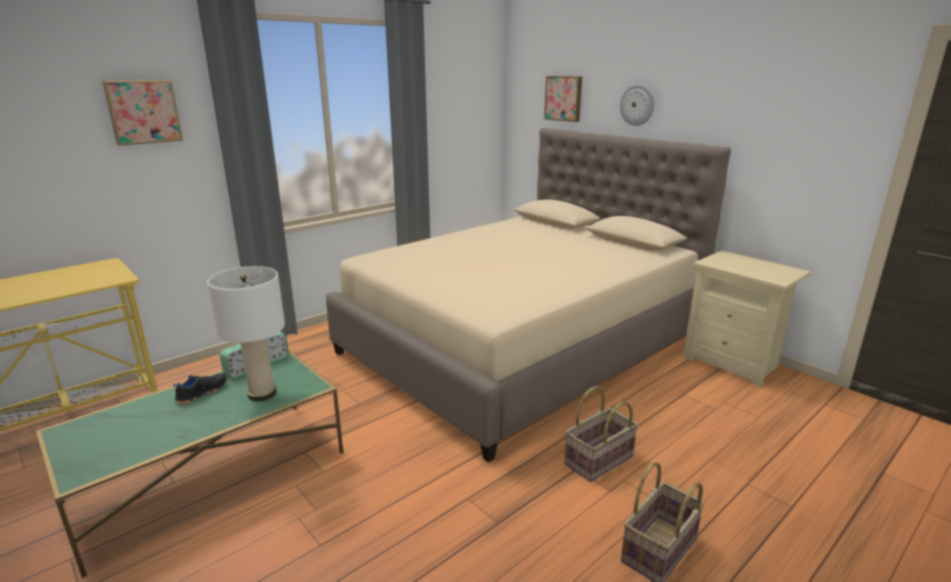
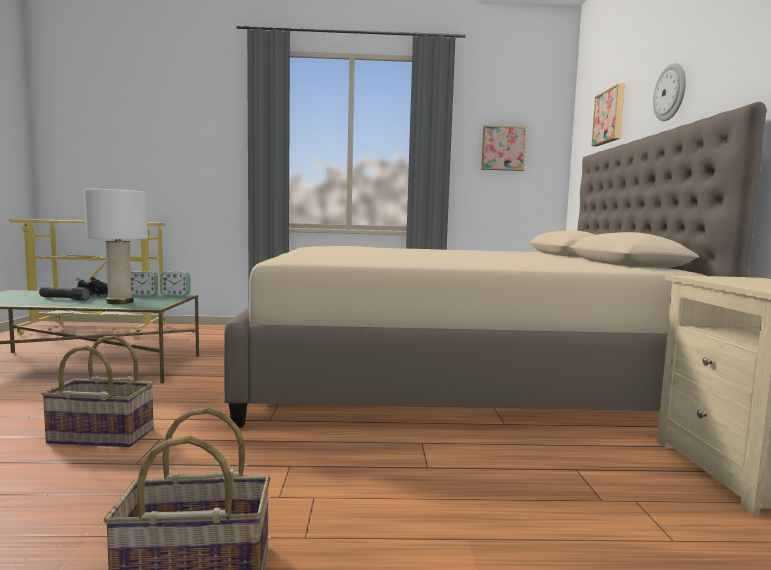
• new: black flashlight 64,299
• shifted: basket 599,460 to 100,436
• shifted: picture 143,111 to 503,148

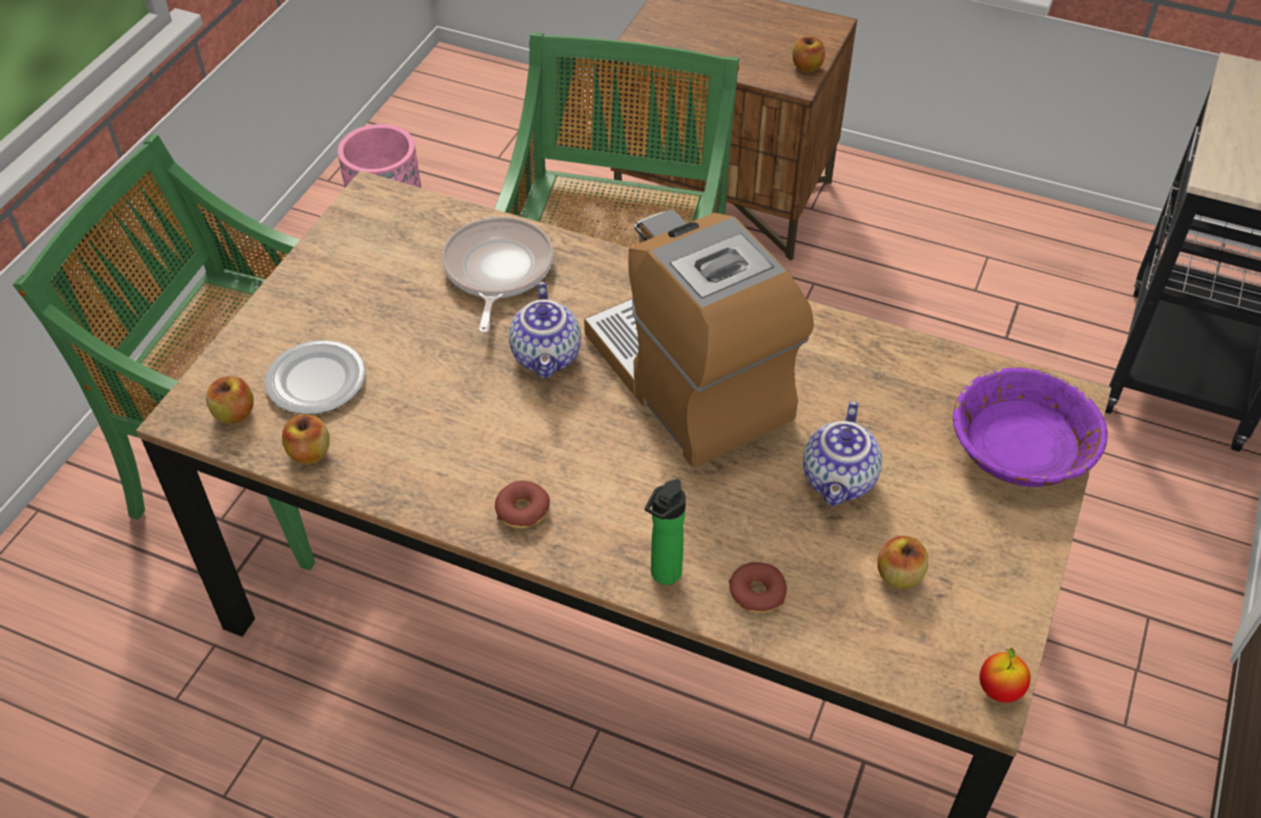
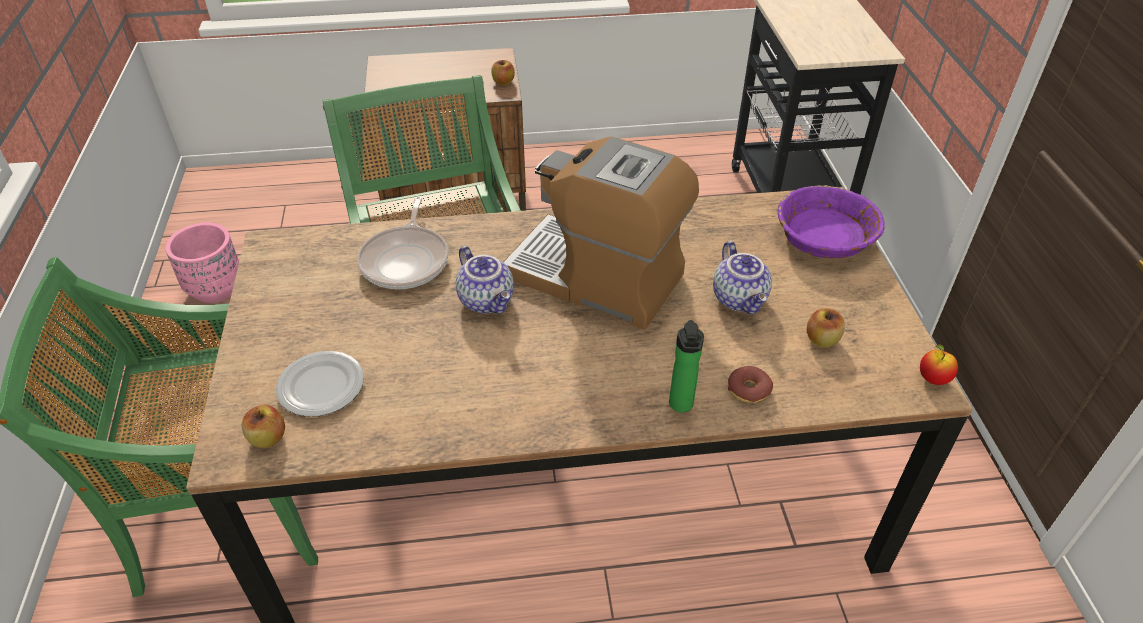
• rotated: frying pan 497,271 = 406,260 150 degrees counterclockwise
• gone: apple 310,453
• gone: donut 522,510

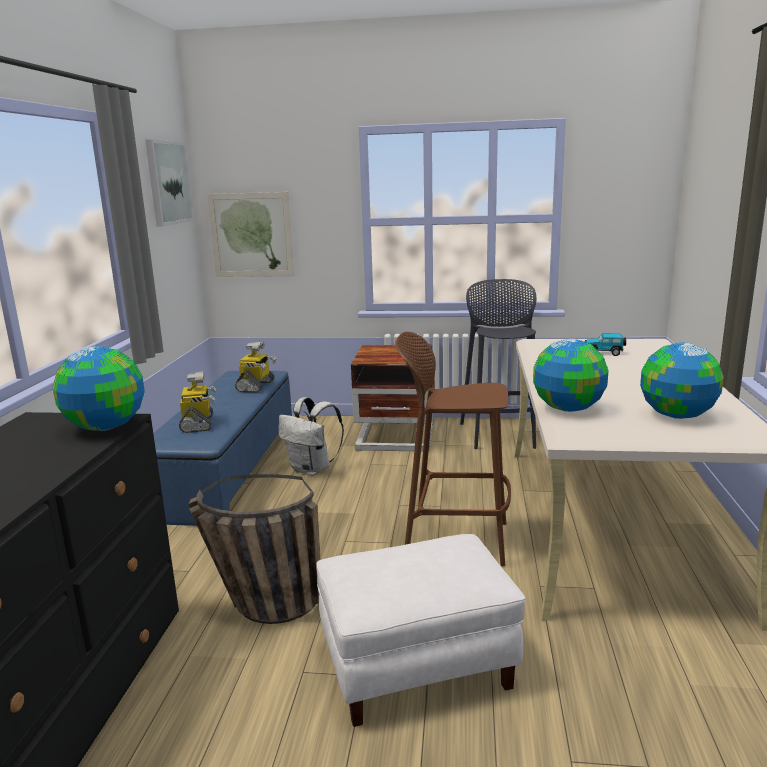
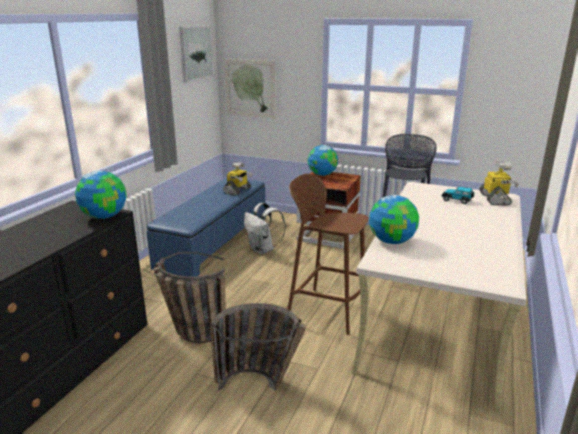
• swapped: white ottoman 416,666 to basket 260,384
• shifted: globe 676,415 to 322,174
• shifted: toy robot 198,424 to 495,199

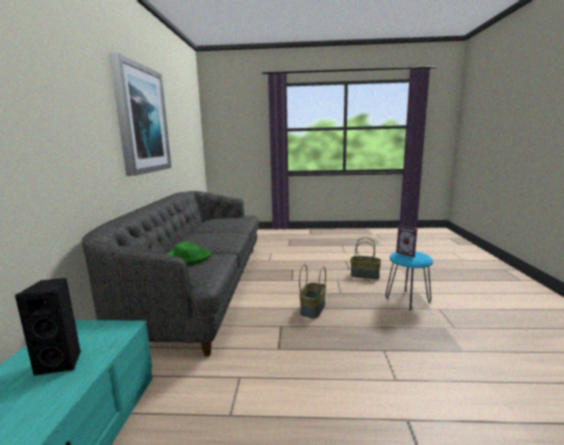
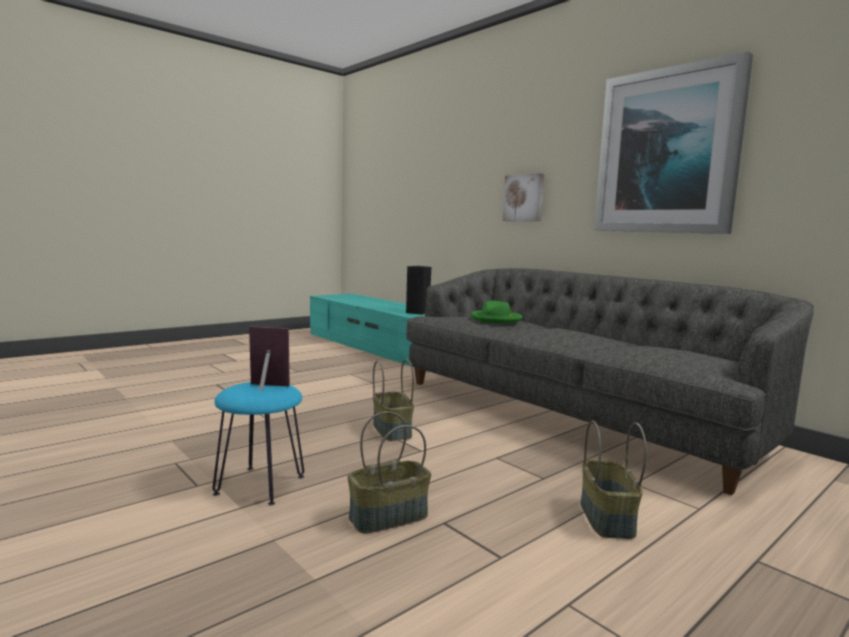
• new: picture 524,198
• new: basket 605,518

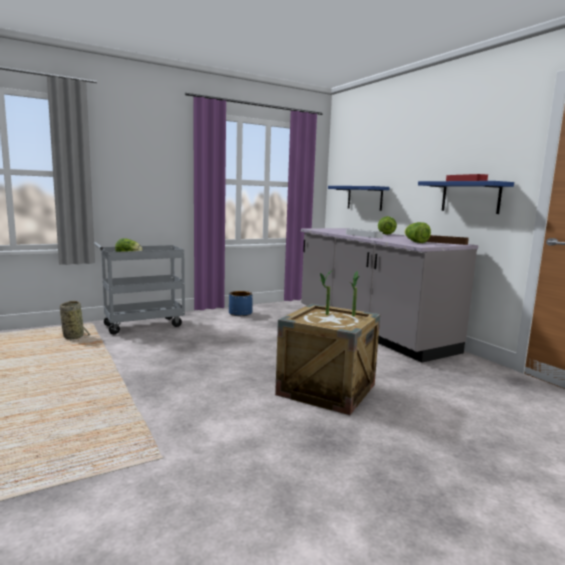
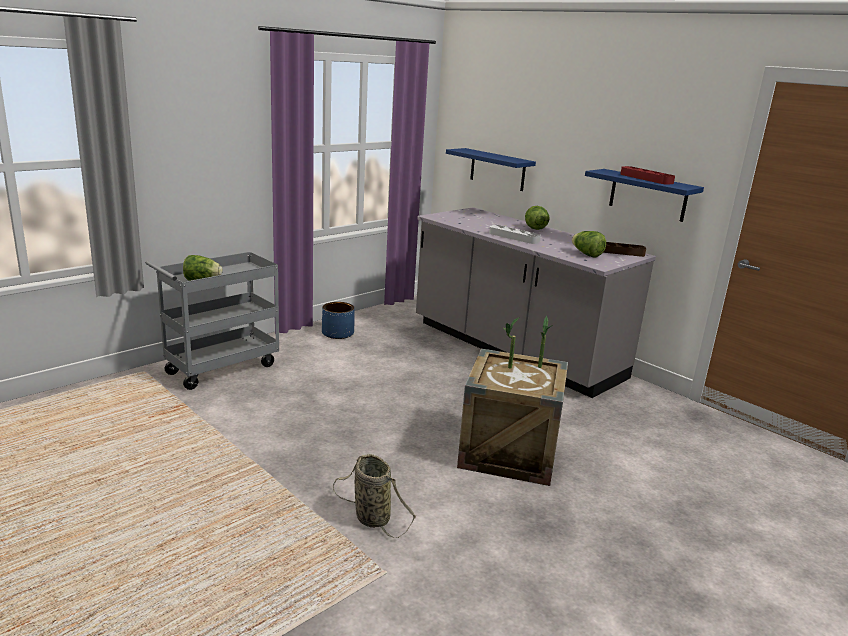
• shifted: basket 73,336 to 370,516

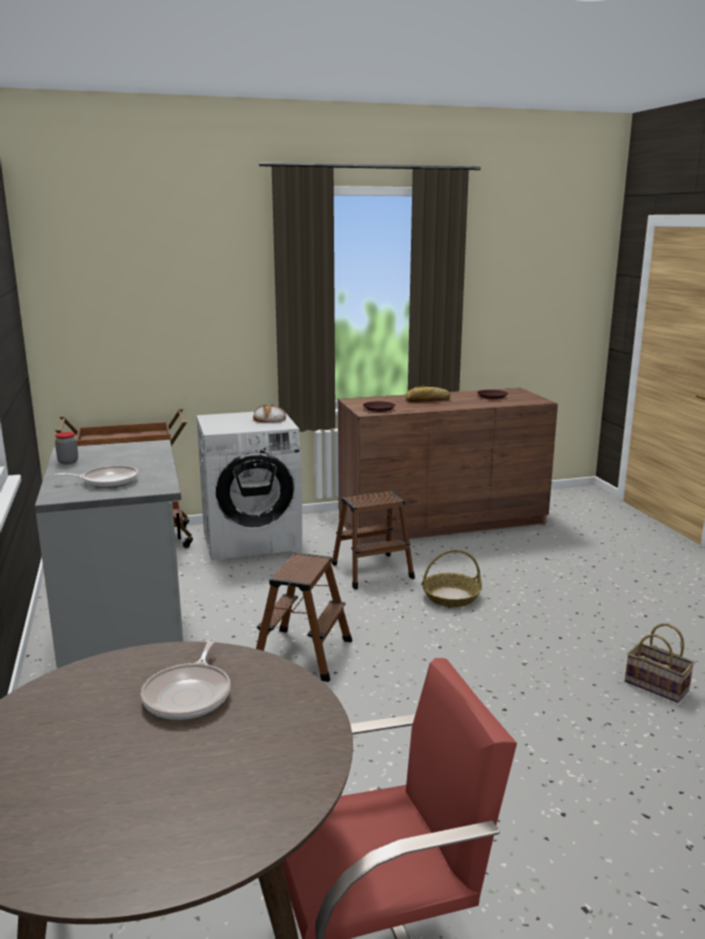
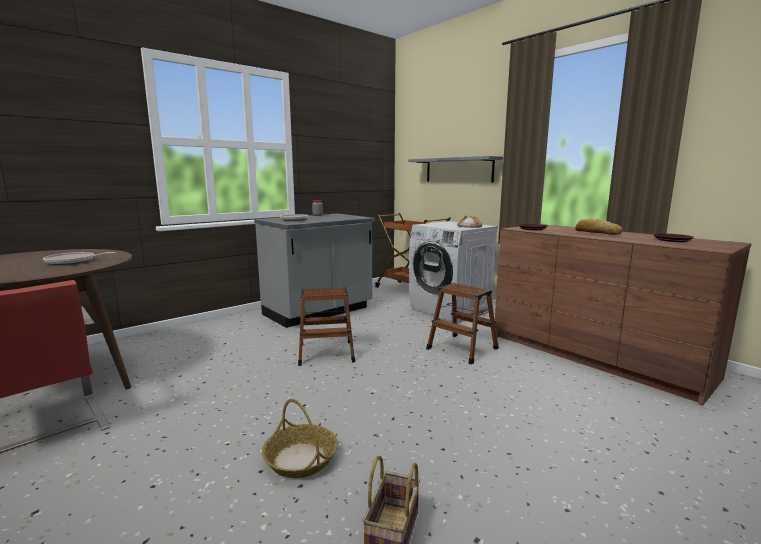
• shifted: basket 451,596 to 301,459
• new: grey shelf 458,170

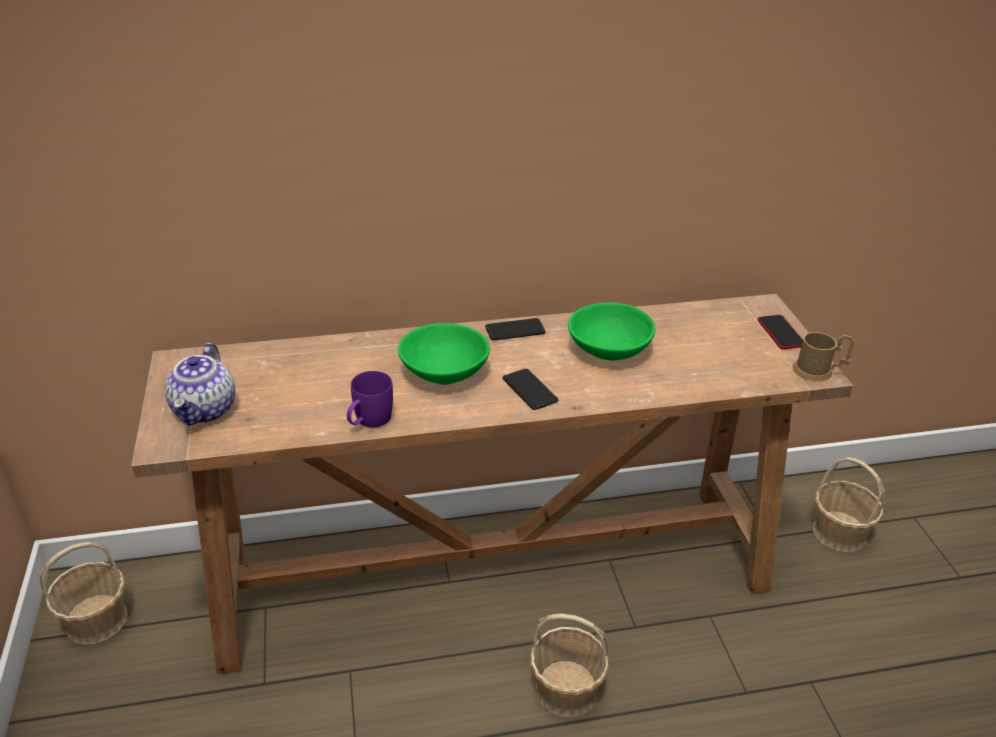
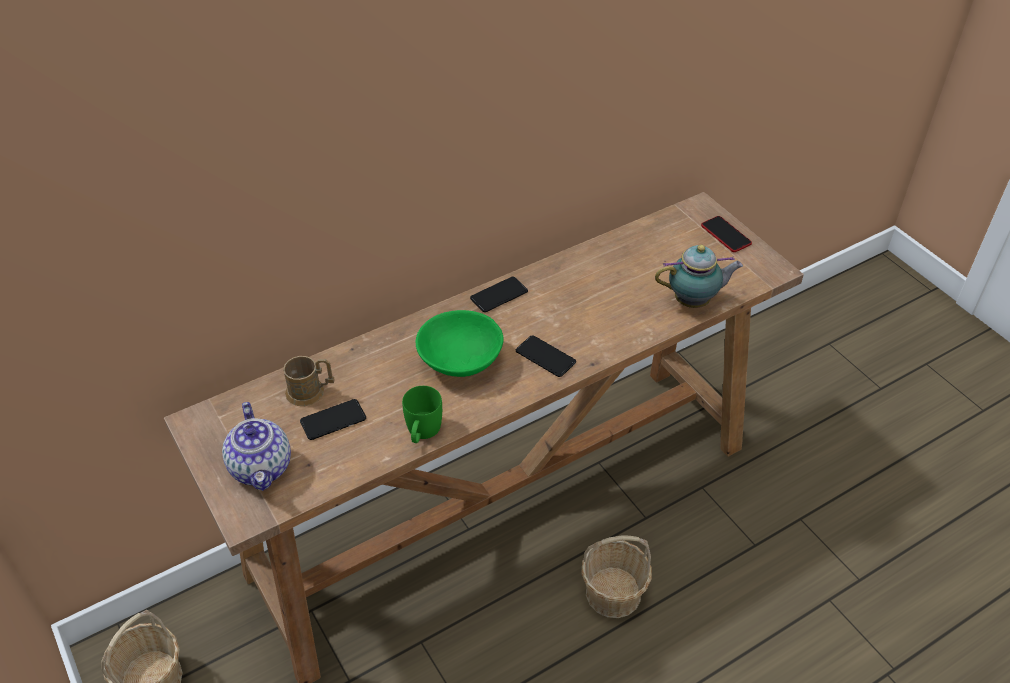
• shifted: brown mug 818,371 to 311,391
• new: phone 333,420
• repainted: purple mug 369,421 to green mug 422,432
• new: teapot 694,301
• gone: green bowl 609,350
• gone: basket 839,532

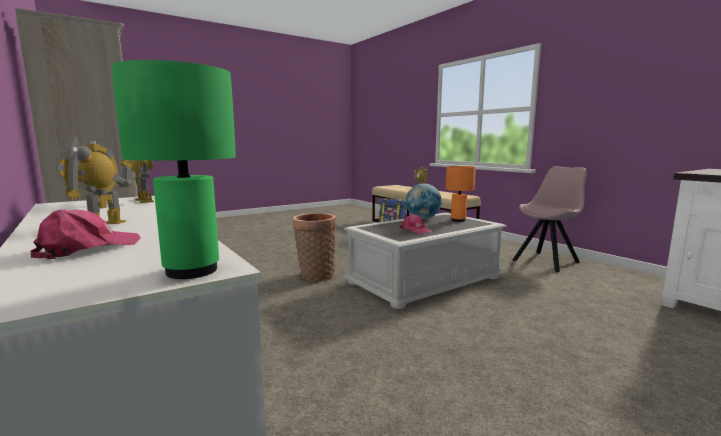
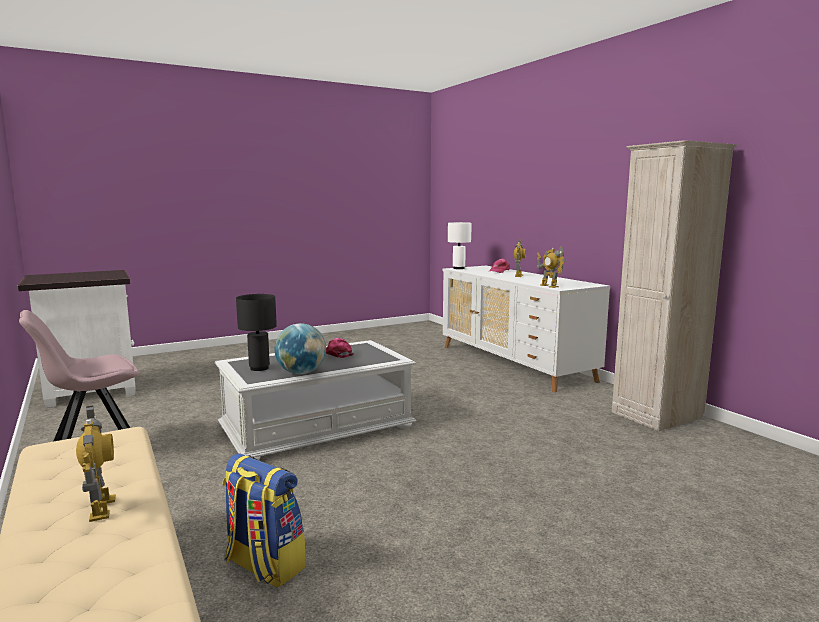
• repainted: orange table lamp 458,220 to black table lamp 258,368
• repainted: green table lamp 190,271 to white table lamp 459,268
• gone: basket 315,275

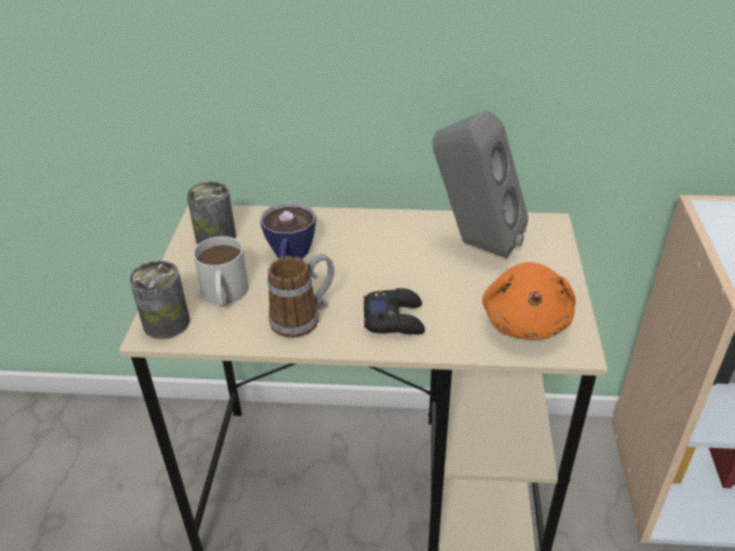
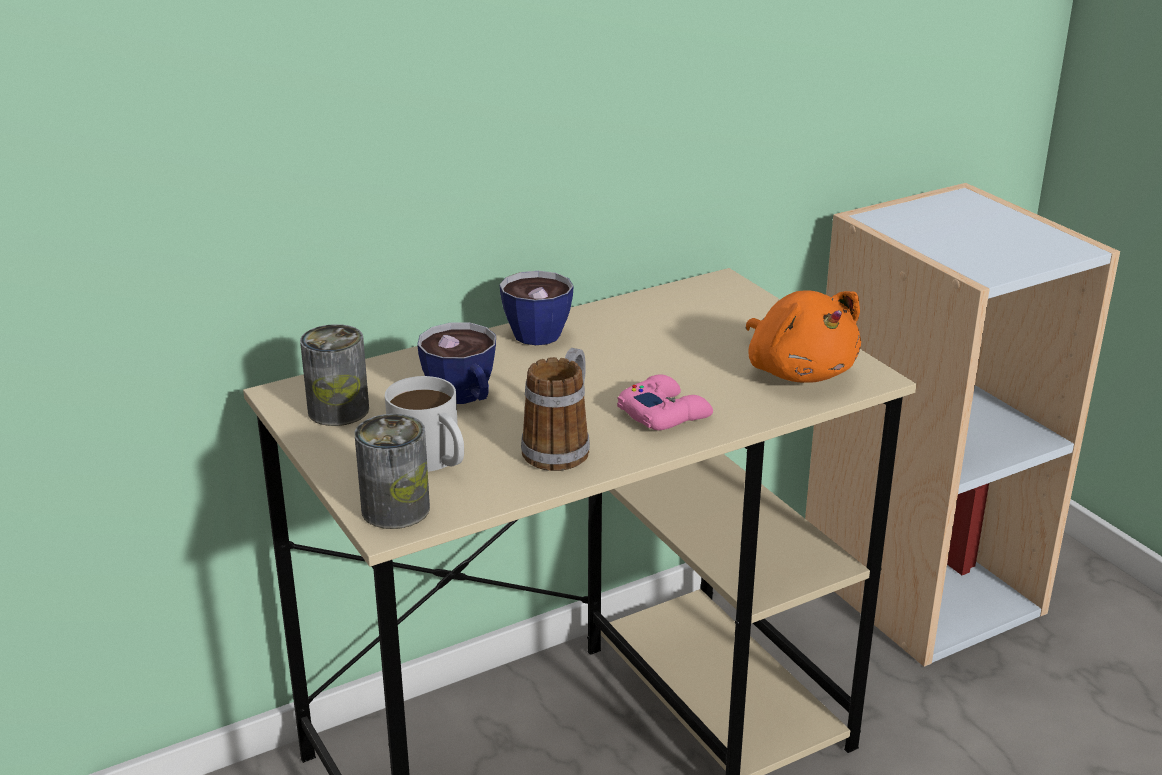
• new: cup 540,330
• repainted: black game controller 394,319 to pink game controller 664,413
• gone: grey speaker 473,243

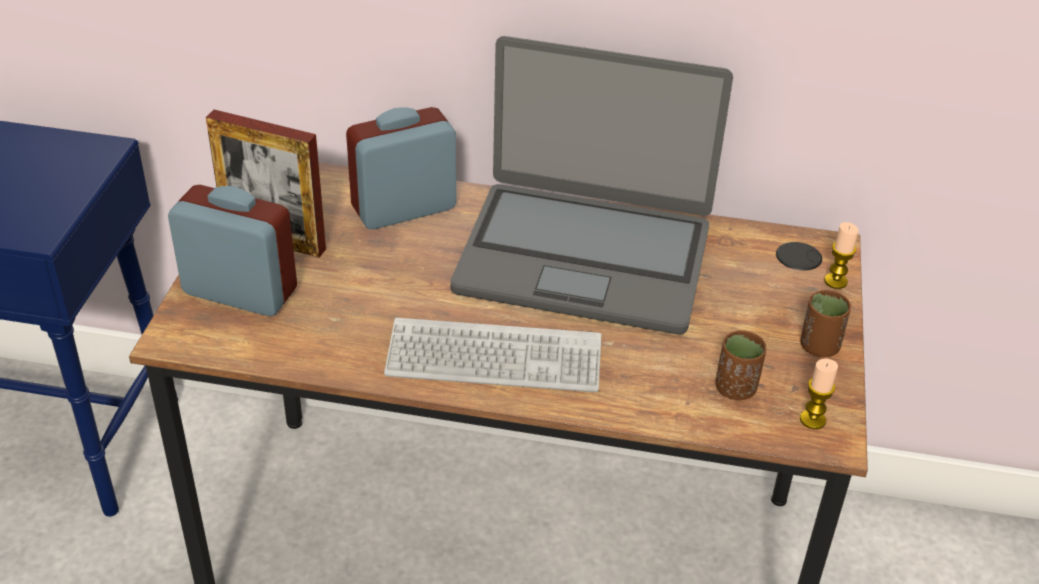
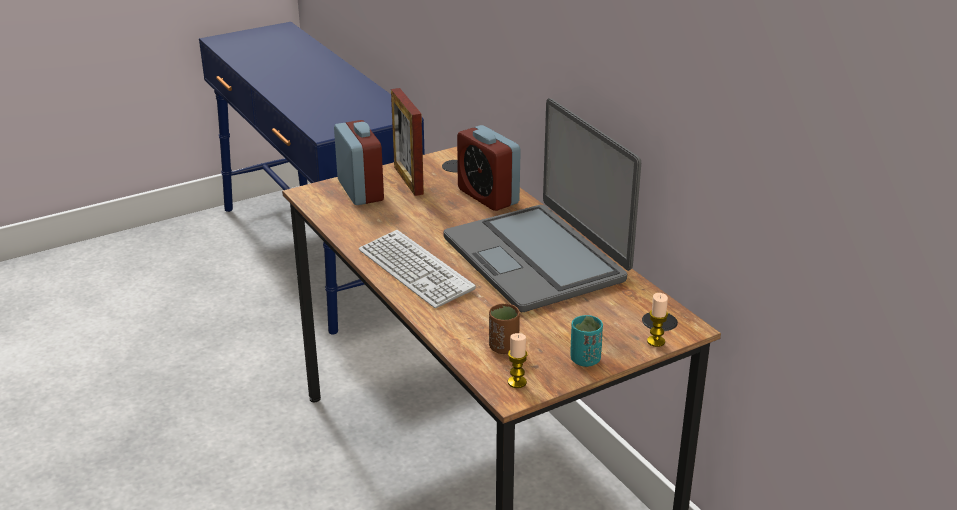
• rotated: alarm clock 403,208 = 488,196 150 degrees counterclockwise
• repainted: brown cup 819,346 to turquoise cup 585,360

